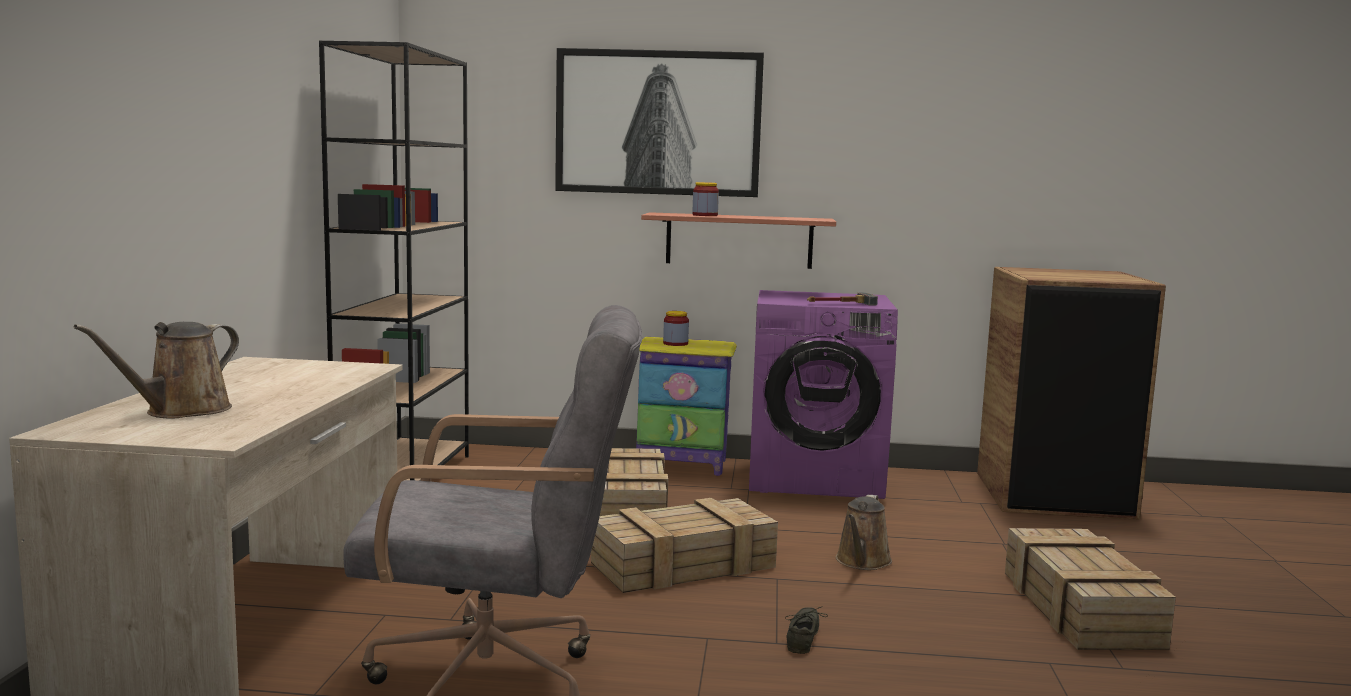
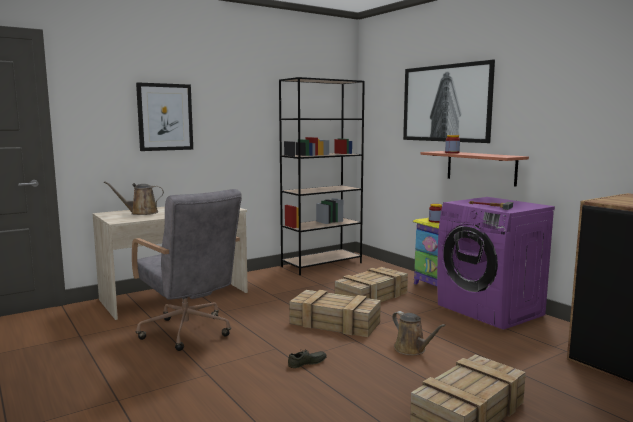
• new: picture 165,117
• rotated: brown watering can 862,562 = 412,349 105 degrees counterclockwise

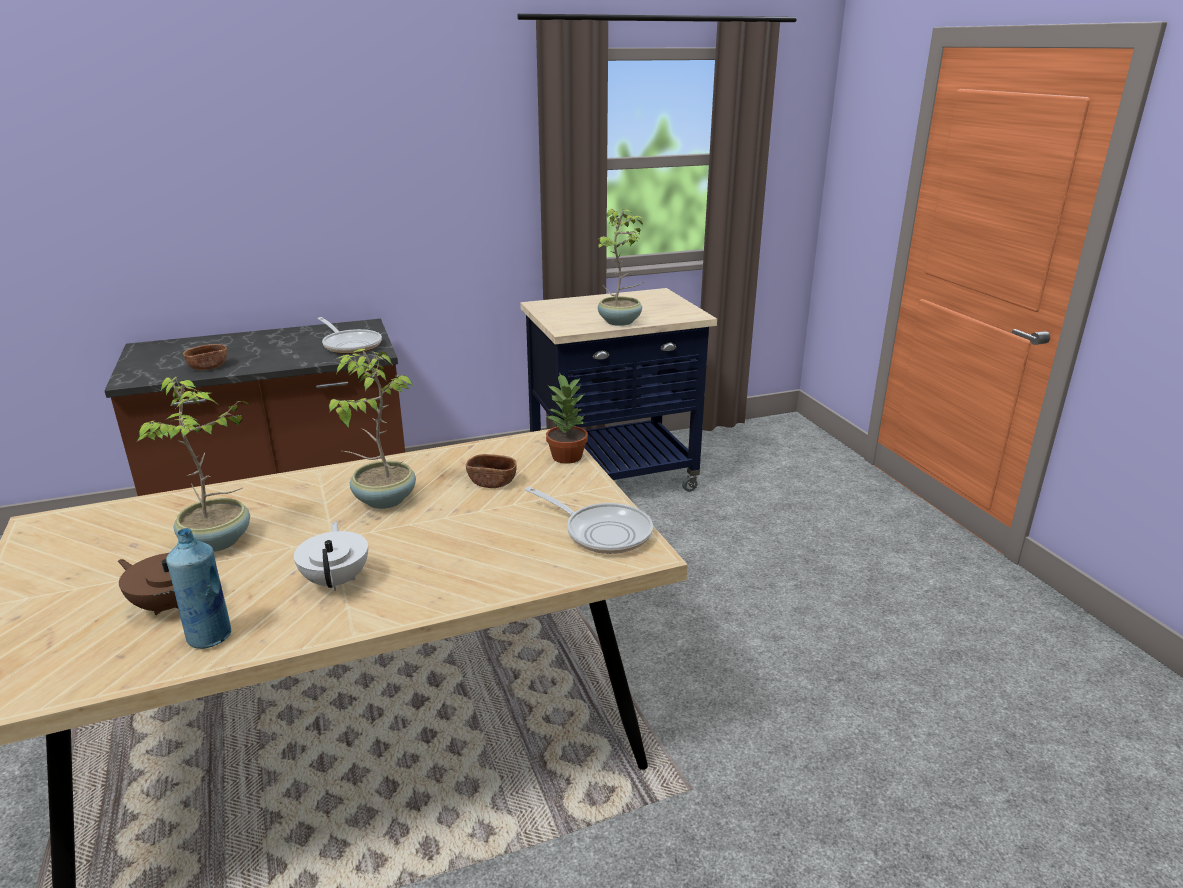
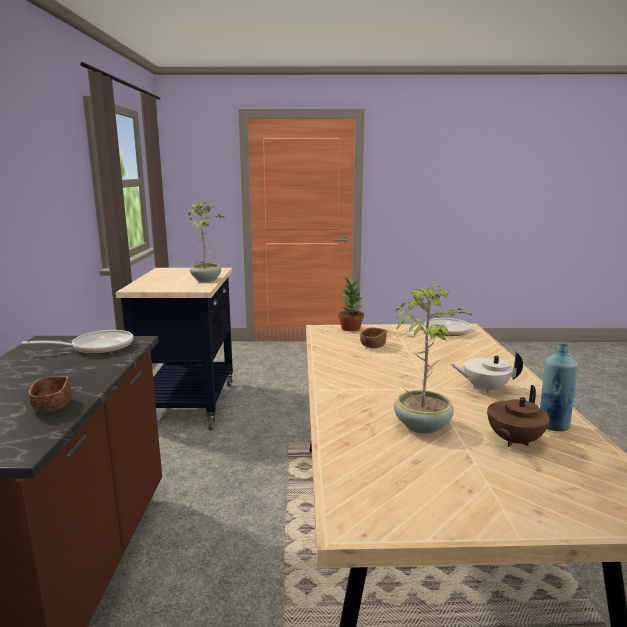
• gone: potted plant 383,499

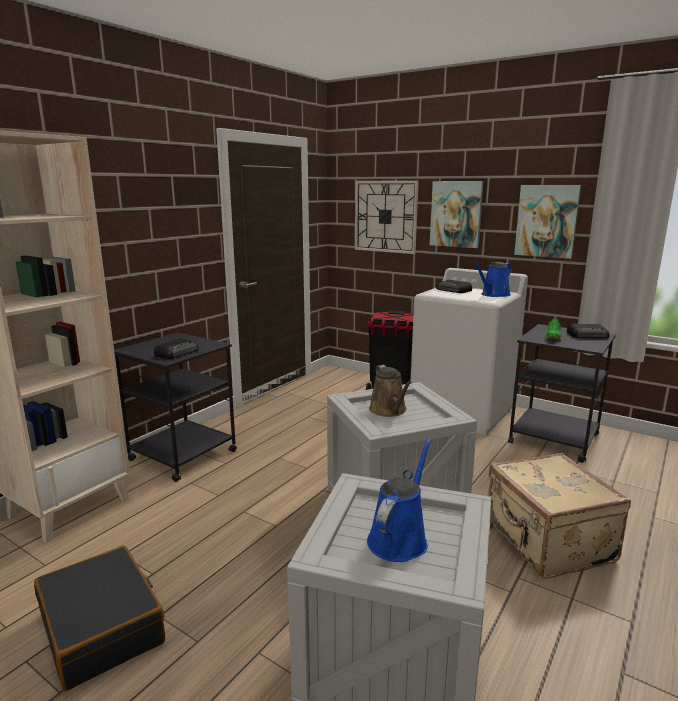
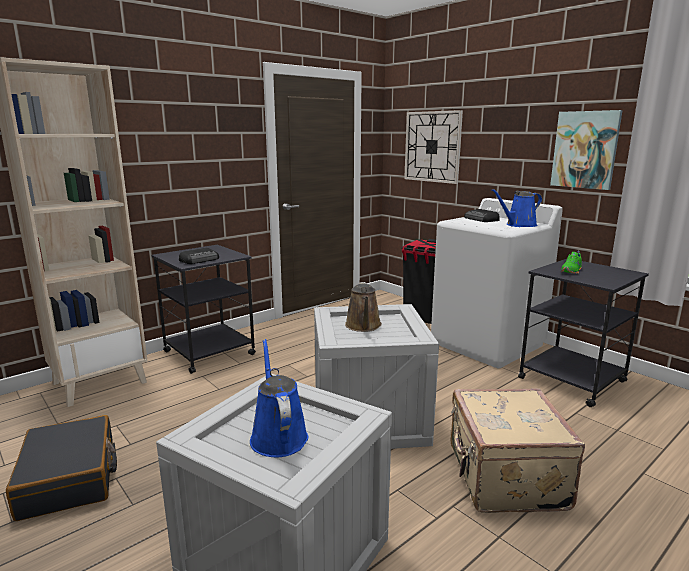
• rotated: blue watering can 399,538 = 277,435 60 degrees counterclockwise
• gone: picture 456,214
• gone: radio 588,335

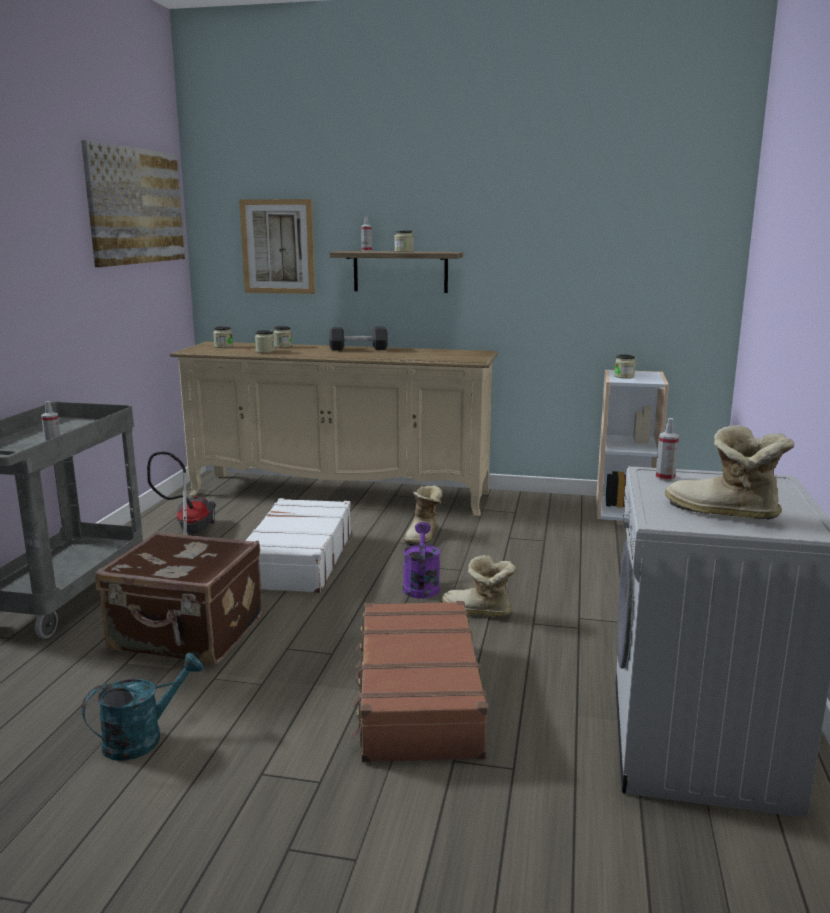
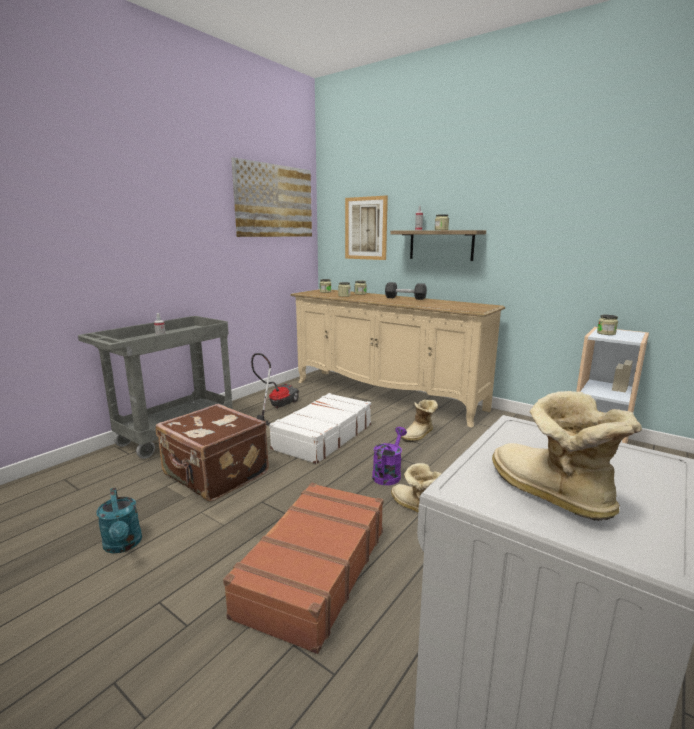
• rotated: turquoise watering can 143,738 = 123,545 75 degrees clockwise
• gone: spray bottle 665,478

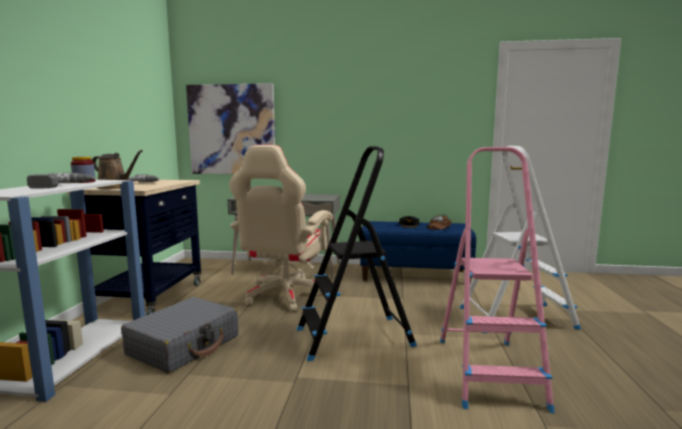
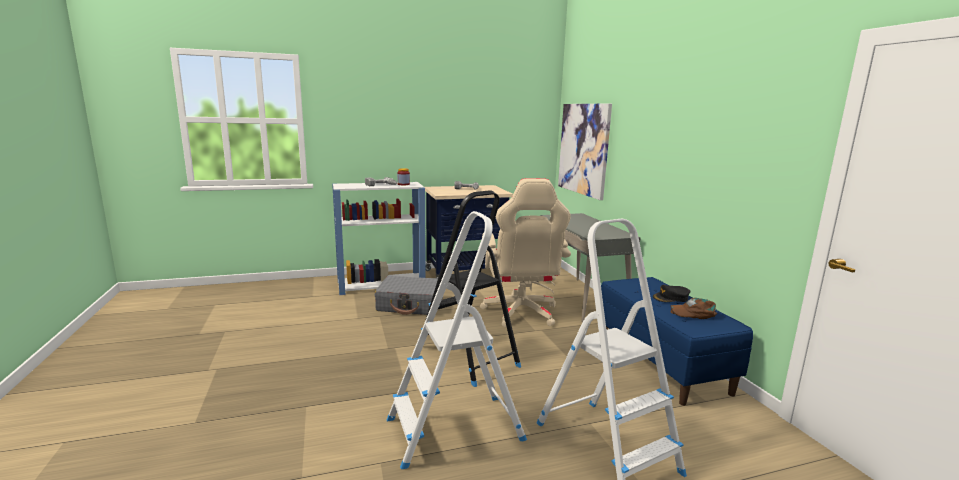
• repainted: pink step ladder 488,371 to white step ladder 453,429
• rotated: beige office chair 285,294 = 520,312 90 degrees counterclockwise
• gone: brown watering can 115,187

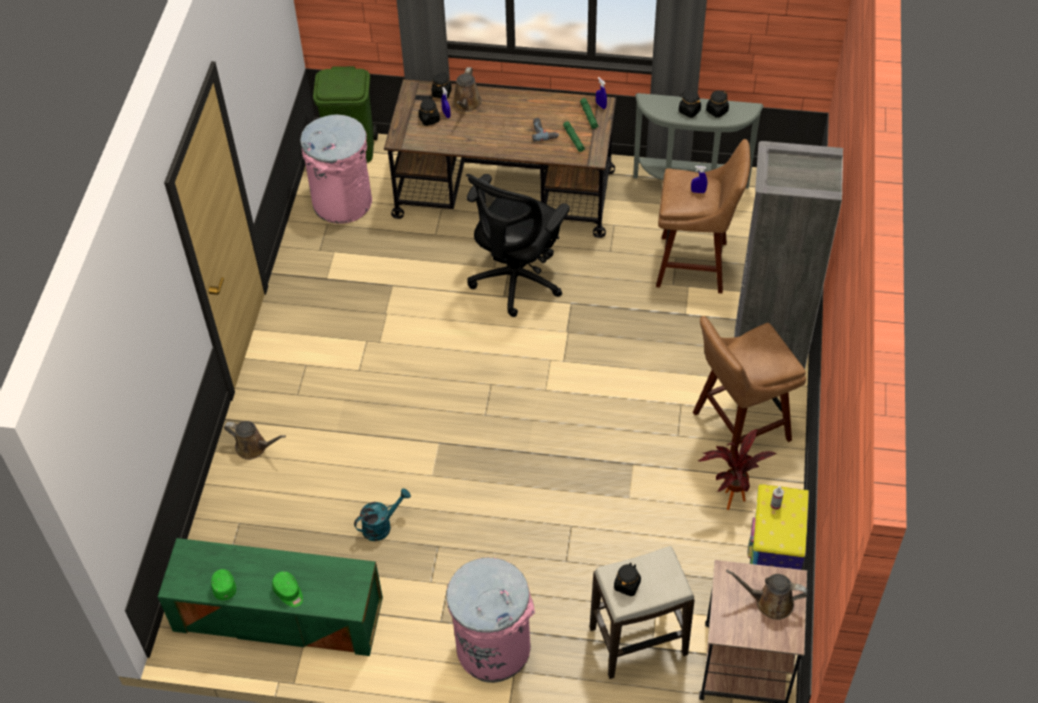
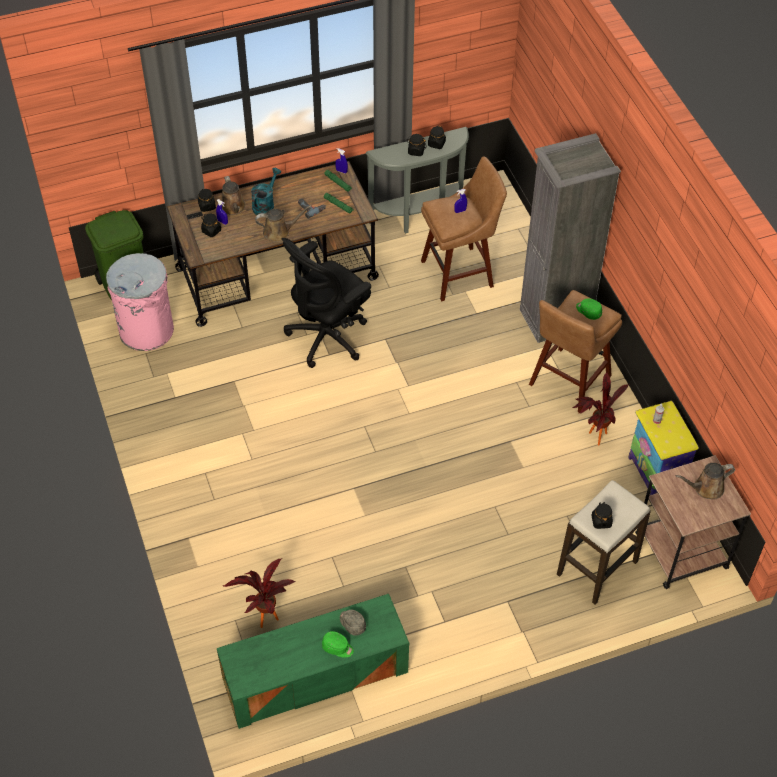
• new: potted plant 263,615
• shifted: turquoise watering can 381,525 to 265,204
• shifted: brown watering can 254,447 to 279,232
• rotated: black office chair 517,275 = 329,333 45 degrees clockwise
• new: grey cap 352,623
• shifted: green cap 224,585 to 588,311
• gone: pink trash can 493,647

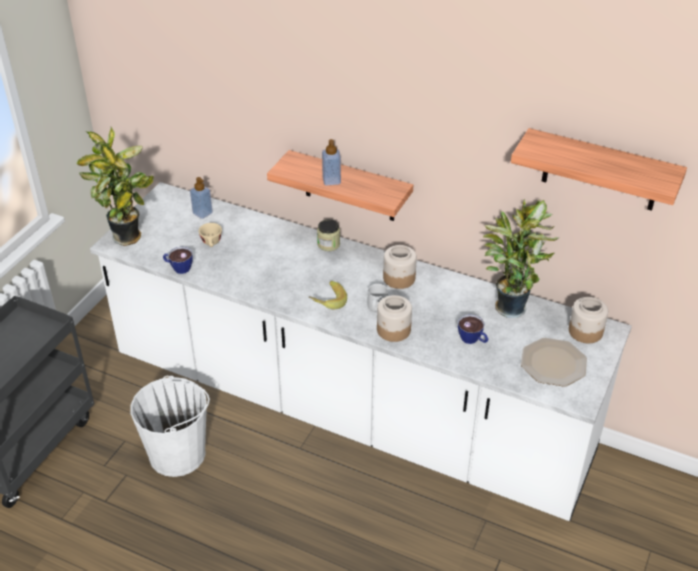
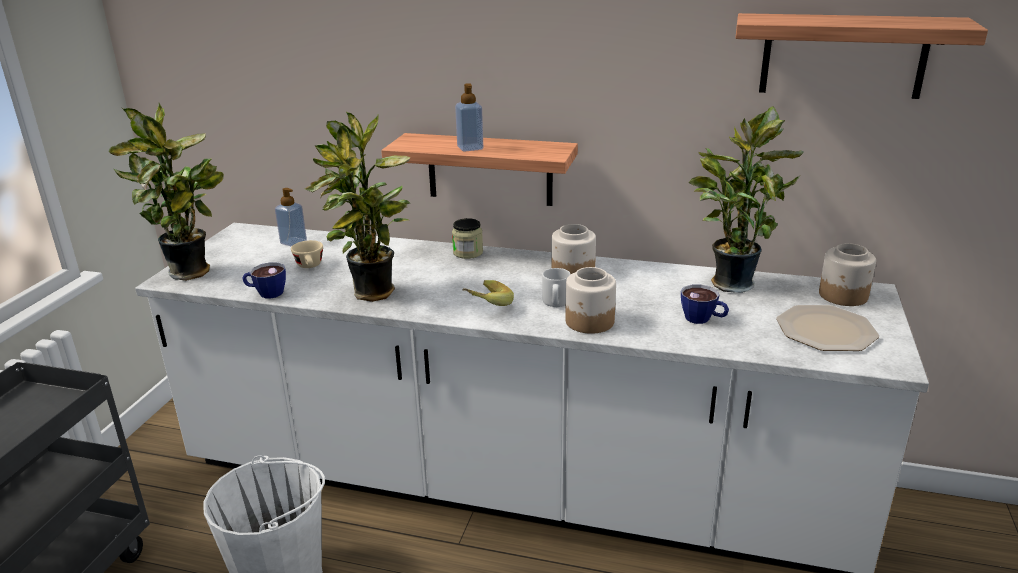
• new: potted plant 372,295

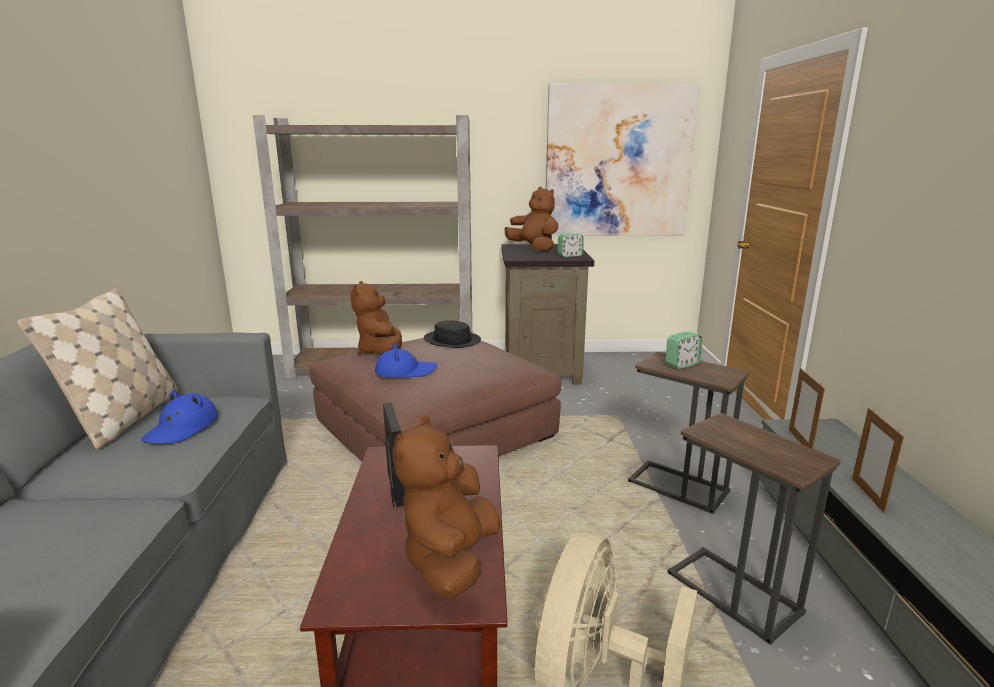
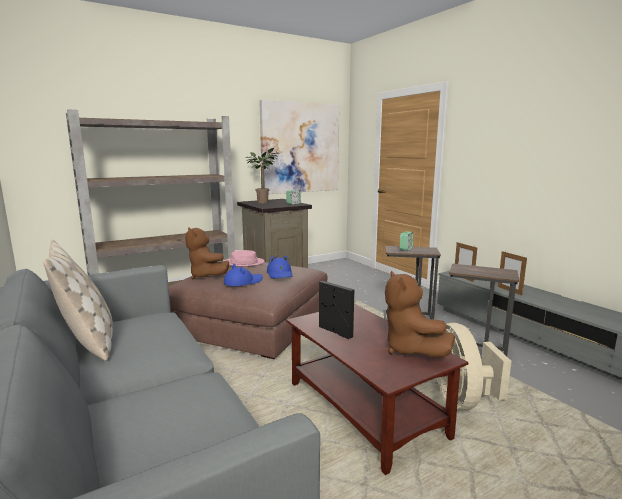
• repainted: black hat 452,340 to pink hat 244,262
• swapped: brown plush toy 534,249 to potted plant 264,202
• shifted: blue hat 182,428 to 280,274

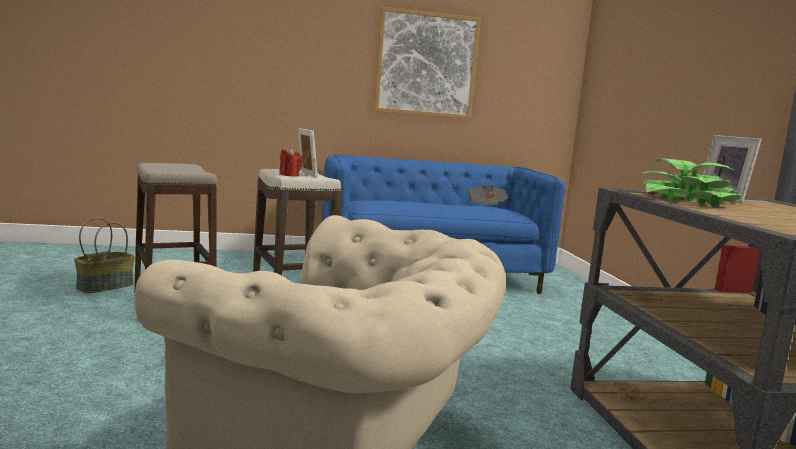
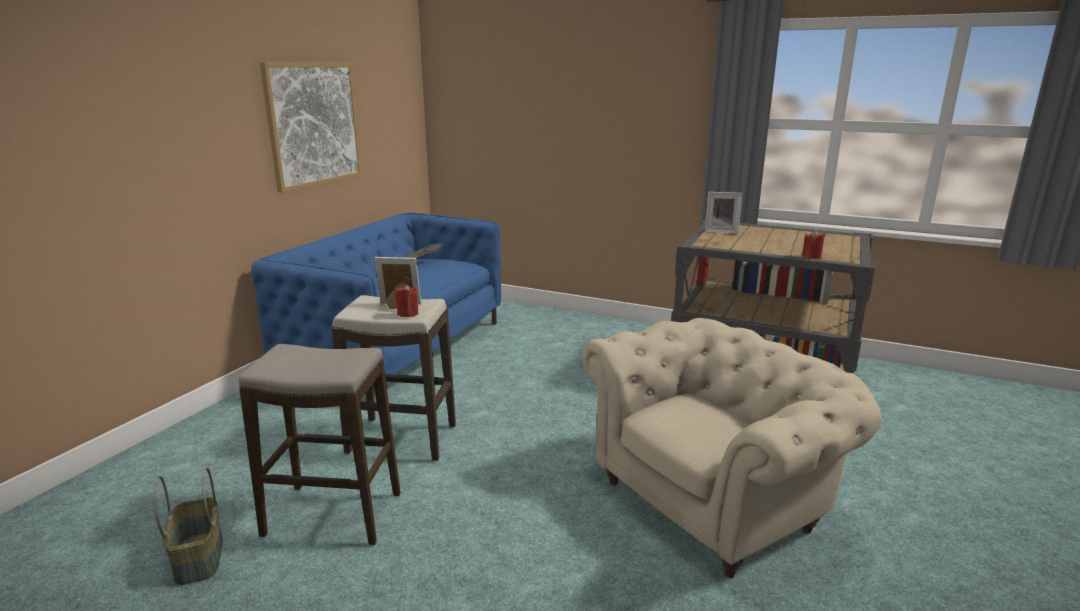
• new: red candle 811,256
• gone: potted plant 686,201

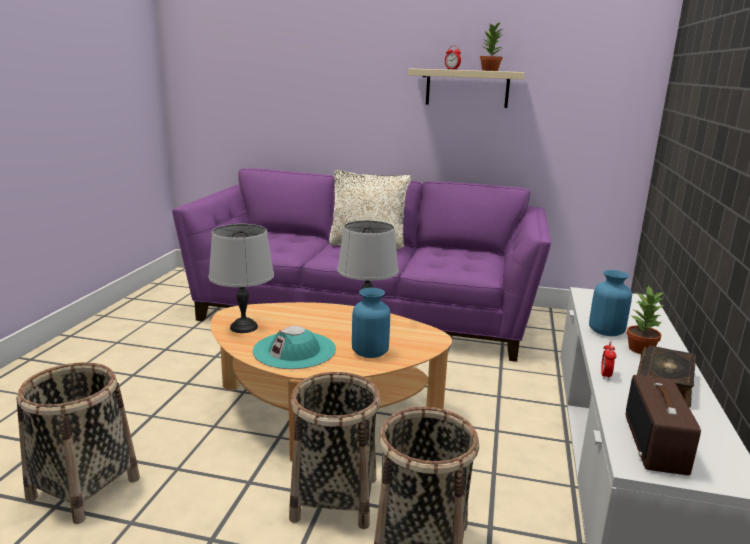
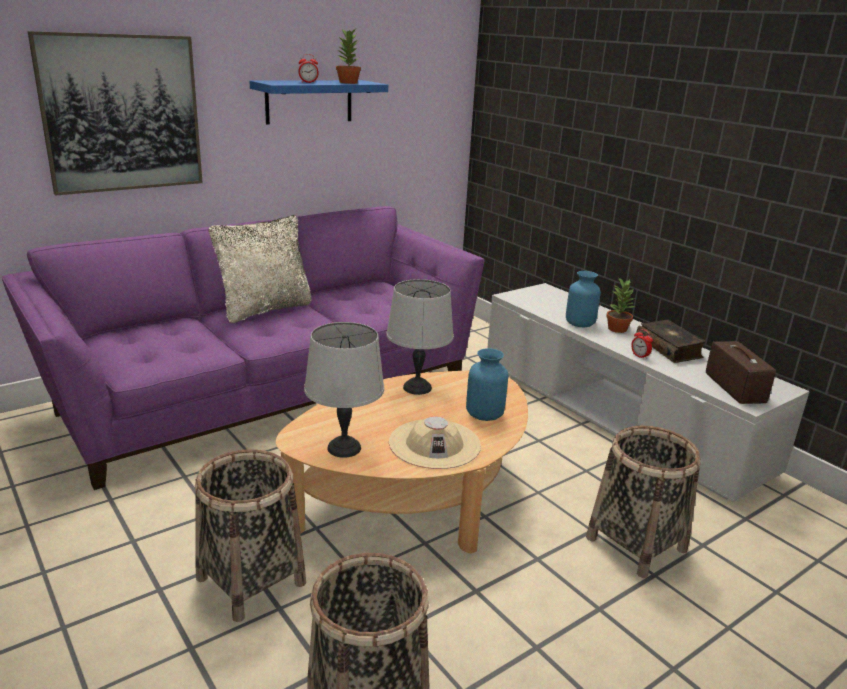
• new: picture 122,113
• shifted: basket 334,498 to 250,580
• repainted: beige shelf 467,88 to blue shelf 309,101
• repainted: turquoise hat 294,350 to beige hat 434,444
• rotated: radio 656,444 = 733,387 150 degrees counterclockwise

